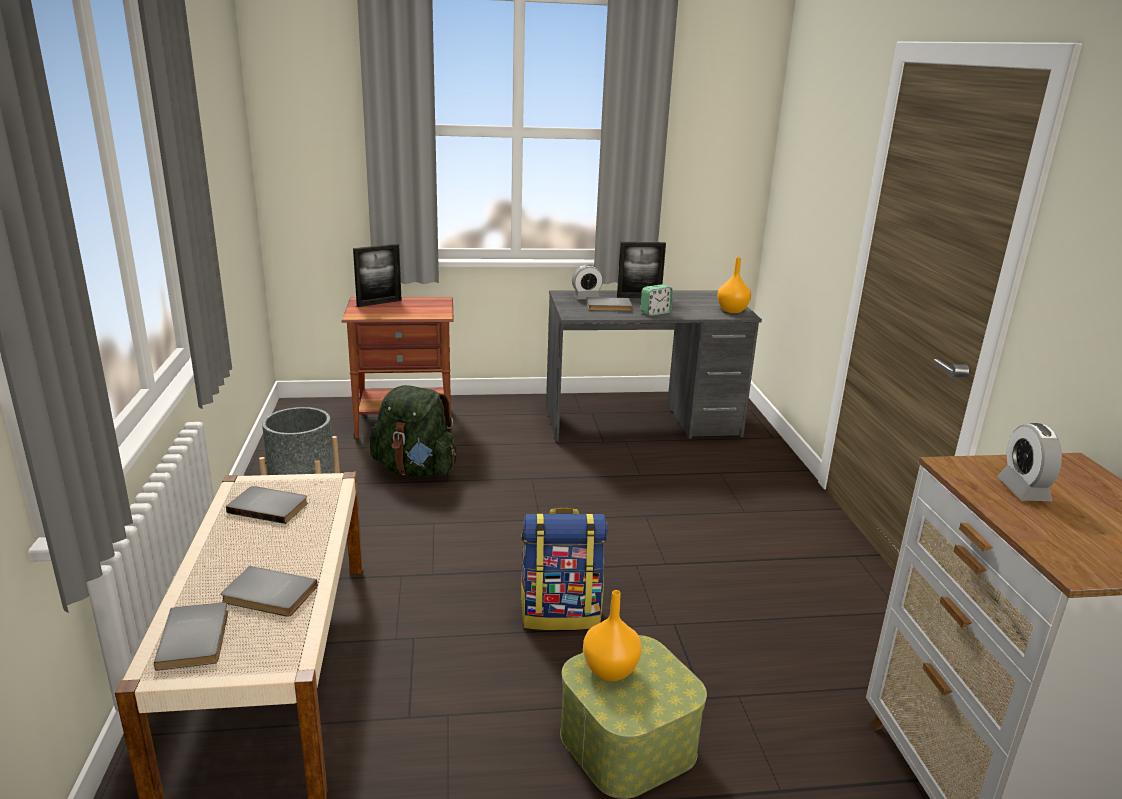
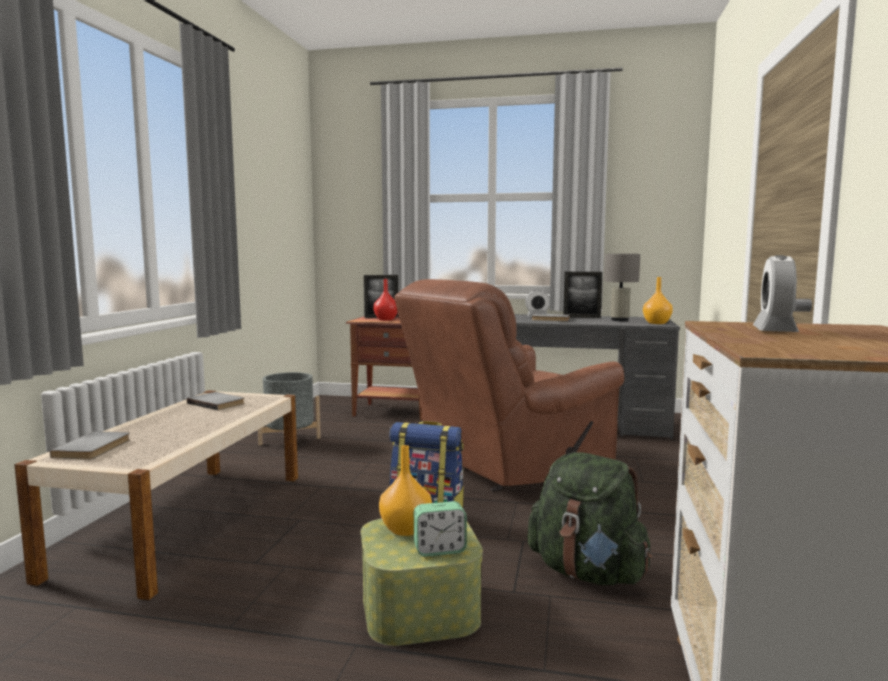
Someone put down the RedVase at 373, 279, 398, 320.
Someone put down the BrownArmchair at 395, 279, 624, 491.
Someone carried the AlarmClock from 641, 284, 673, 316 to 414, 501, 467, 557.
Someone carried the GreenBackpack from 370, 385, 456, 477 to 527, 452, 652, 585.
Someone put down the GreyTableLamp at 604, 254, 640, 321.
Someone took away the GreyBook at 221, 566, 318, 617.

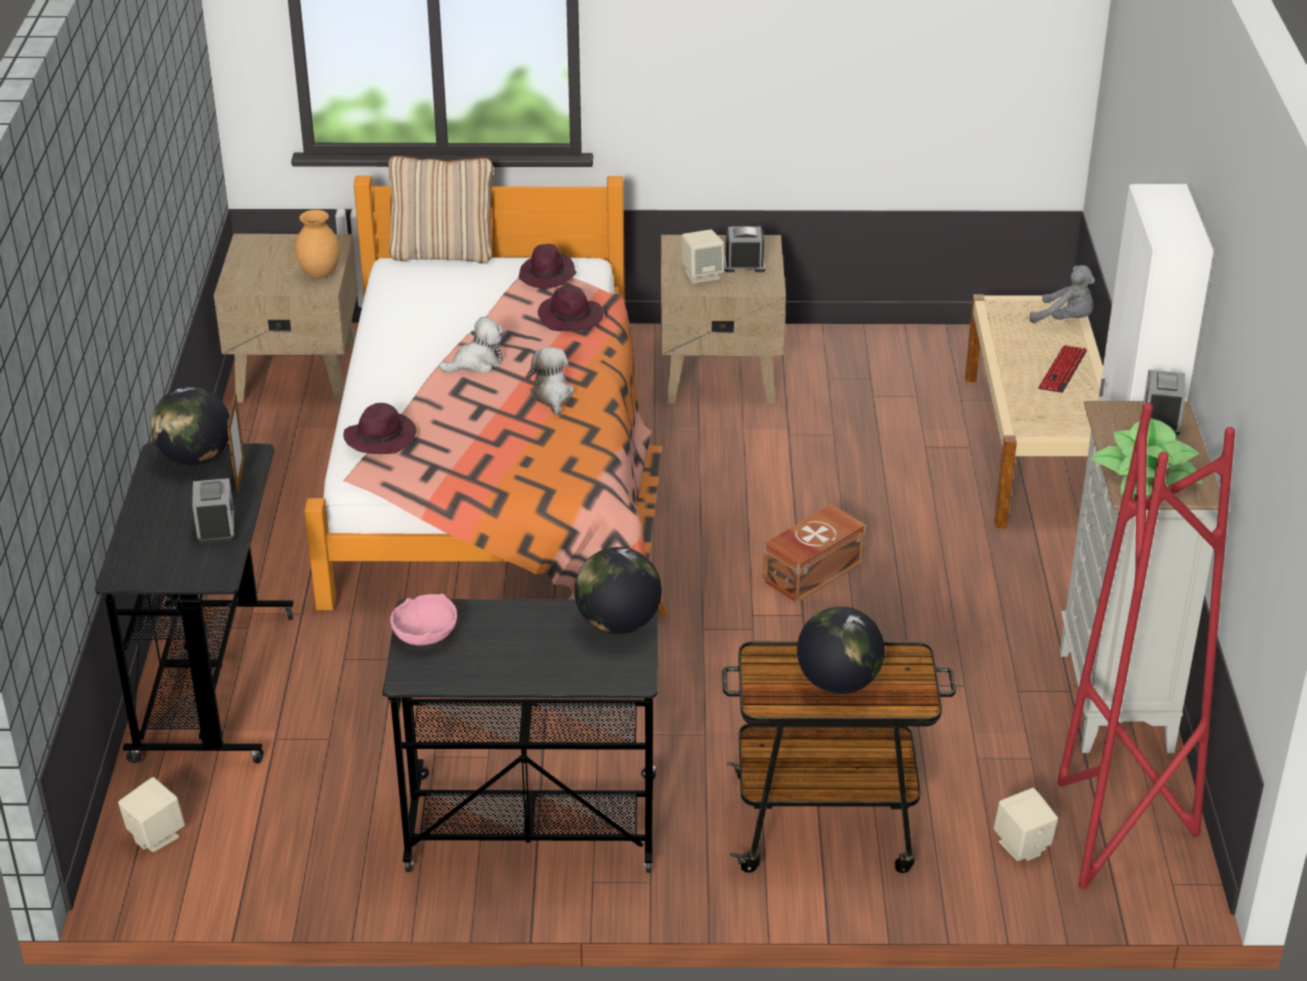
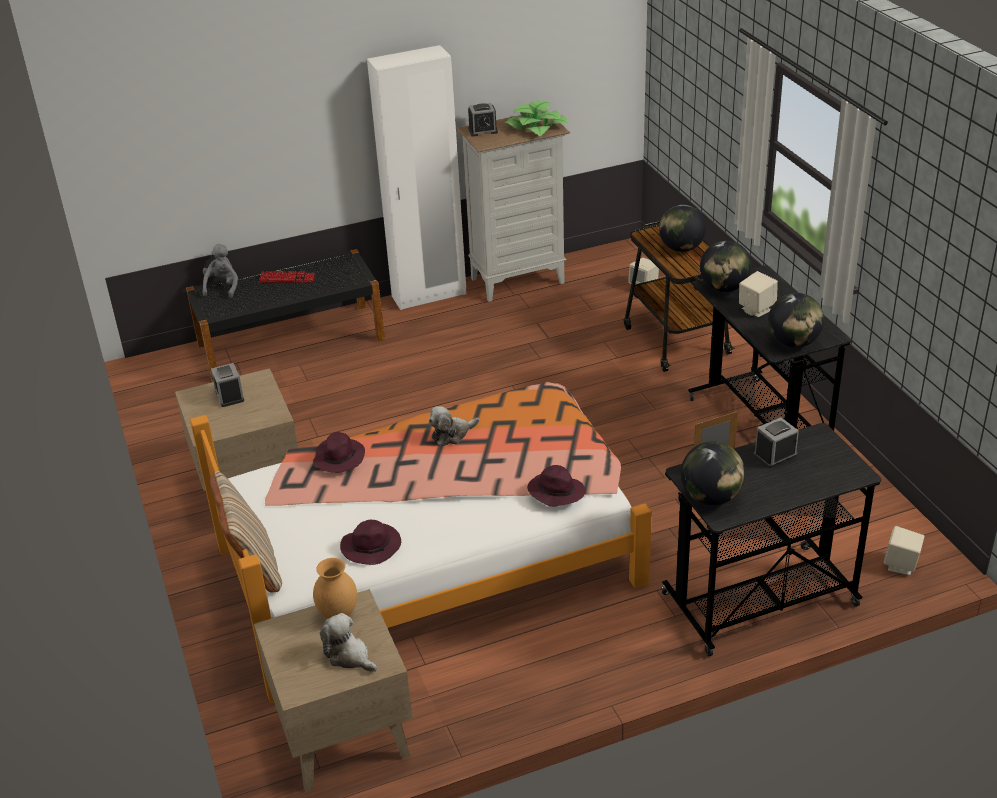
Someone repainted the BeigeBench at 965, 295, 1103, 528, which became the BlackBench at 186, 249, 385, 382.
Someone carried the PlushToy from 439, 317, 504, 373 to 320, 613, 377, 672.
Someone carried the PurpleHat from 519, 244, 577, 288 to 340, 520, 401, 565.
Someone carried the BeigeSpeaker from 682, 229, 724, 283 to 739, 271, 778, 317.
Someone swapped the PinkBowl at 390, 594, 457, 645 for the Globe at 768, 293, 824, 348.
Someone took away the BrownStorageBox at 763, 504, 866, 603.
Someone took away the RedClothesRack at 1057, 403, 1235, 889.

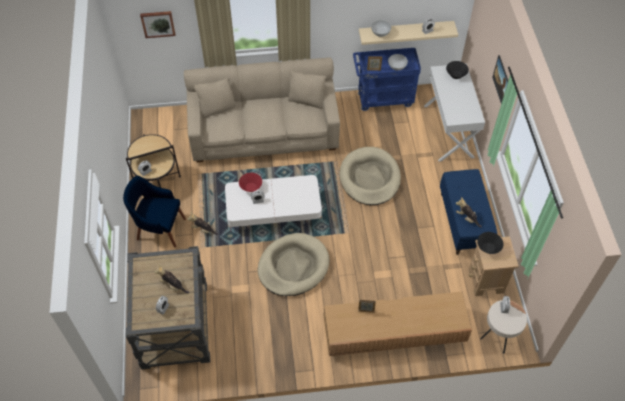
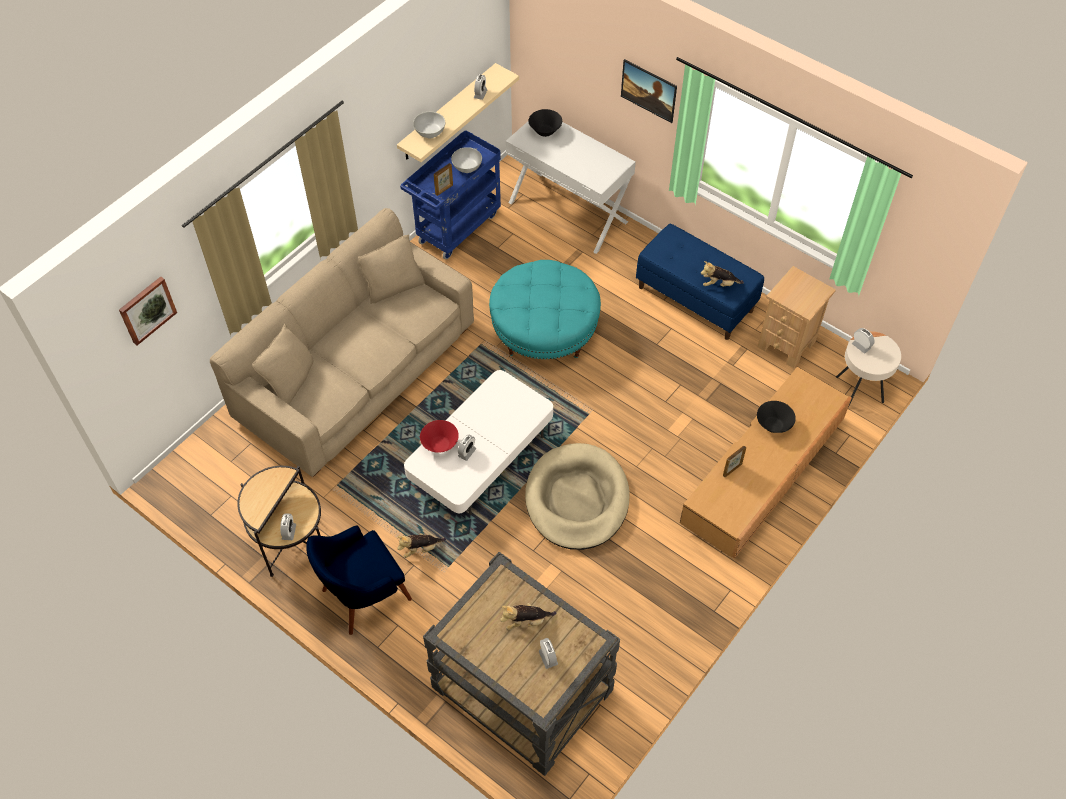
Someone swapped the BeigeDogBed at 340, 147, 401, 205 for the TurquoiseOttoman at 489, 260, 601, 359.
Someone carried the BlackBowl from 477, 232, 503, 254 to 757, 401, 796, 433.

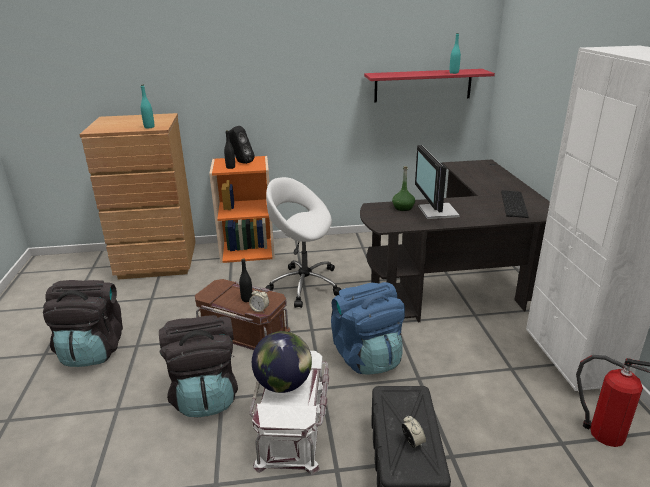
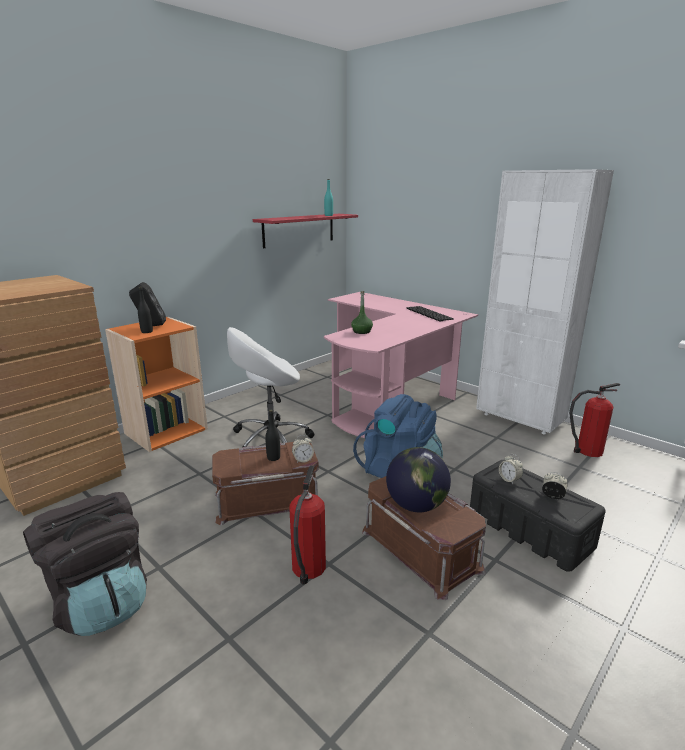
Someone swapped the BlackBackpack at 159, 315, 238, 417 for the FireExtinguisher at 290, 465, 326, 585.
Someone repainted the BlackDesk at 360, 159, 550, 322, which became the PinkDesk at 324, 292, 478, 438.
Someone repainted the WhiteStorageBox at 250, 351, 329, 475, which became the BrownStorageBox at 362, 476, 486, 600.
Someone put down the AlarmClock at 499, 454, 523, 484.
Someone took away the TurquoiseBottle at 141, 85, 155, 128.
Someone took away the Monitor at 415, 145, 460, 219.

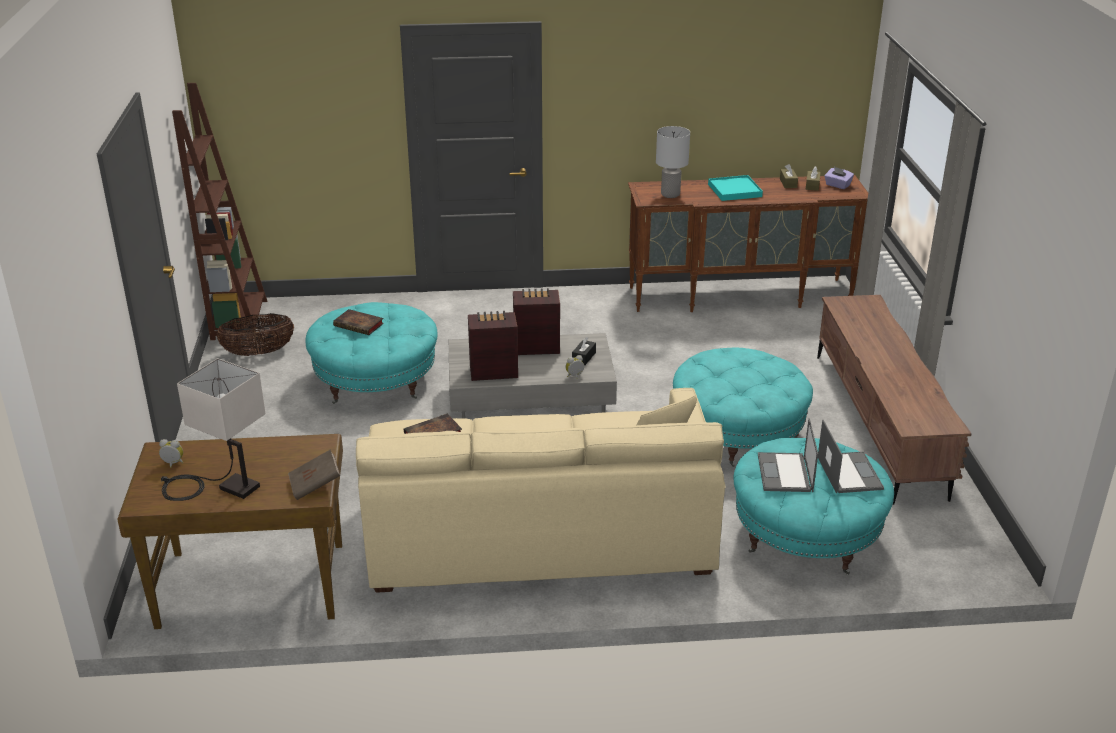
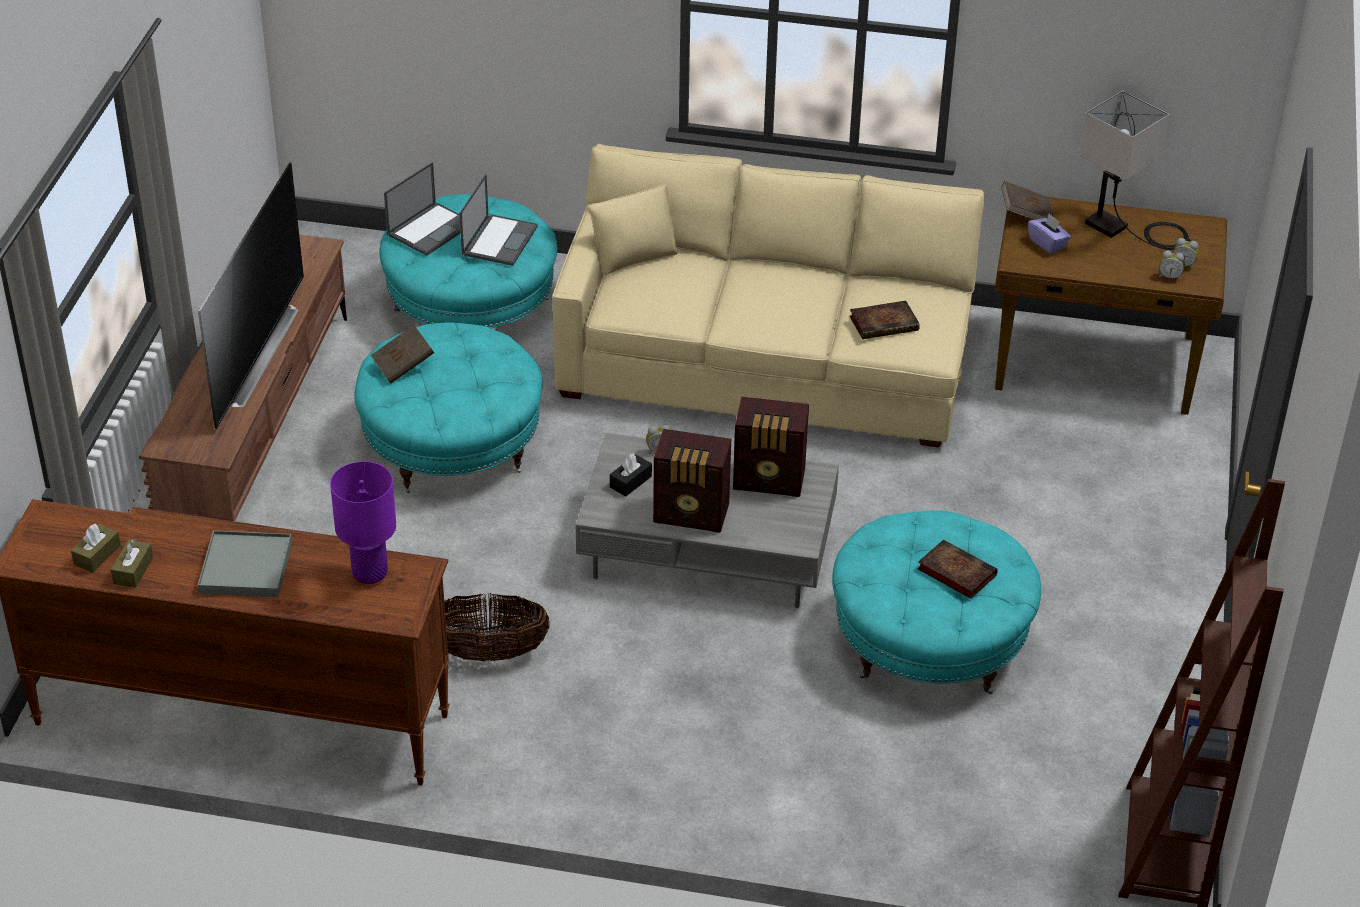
Someone put down the Television at 198, 162, 304, 430.
Someone repainted the TurquoiseTray at 708, 175, 763, 201, which became the GreyTray at 198, 530, 292, 597.
Someone repainted the GreyTableLamp at 656, 126, 690, 198, which became the PurpleTableLamp at 330, 461, 396, 584.
Someone put down the BrownBook at 370, 325, 434, 384.
Someone rotated the Laptop at 818, 420, 884, 493 by 150 degrees counterclockwise.
Someone carried the Basket from 217, 313, 294, 356 to 444, 593, 550, 662.
Someone carried the PurpleTissueBox from 824, 167, 854, 189 to 1028, 214, 1071, 254.
Someone put down the AlarmClock at 1159, 250, 1185, 281.

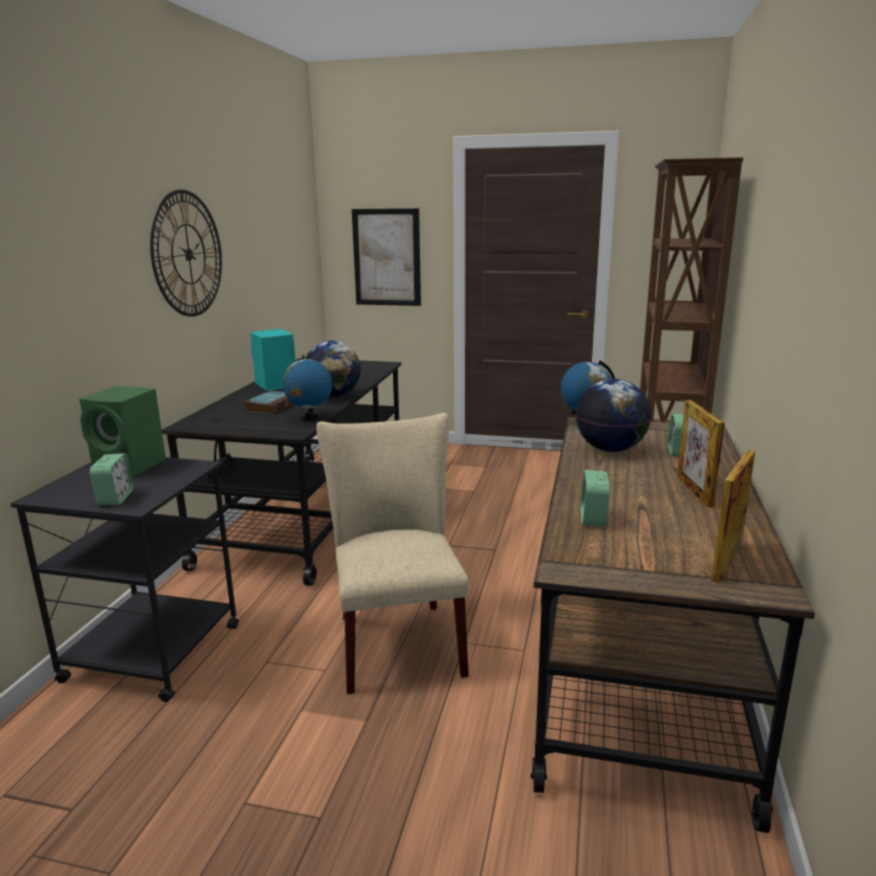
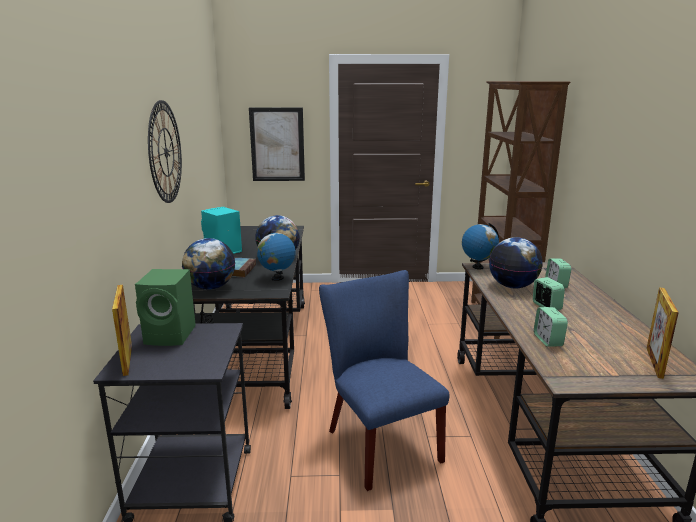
Someone carried the PictureFrame from 677, 400, 725, 507 to 112, 285, 132, 376.
Someone put down the Globe at 182, 238, 235, 290.
Someone repainted the BeigeChair at 316, 413, 469, 694, which became the BlueChair at 319, 270, 450, 491.
Someone carried the AlarmClock from 90, 453, 134, 506 to 533, 277, 565, 310.

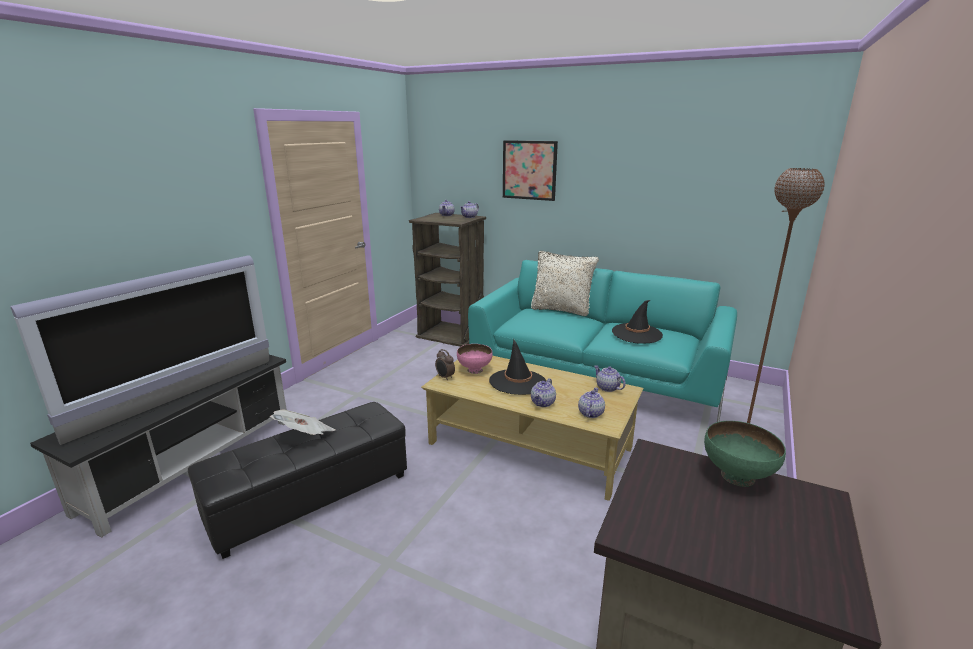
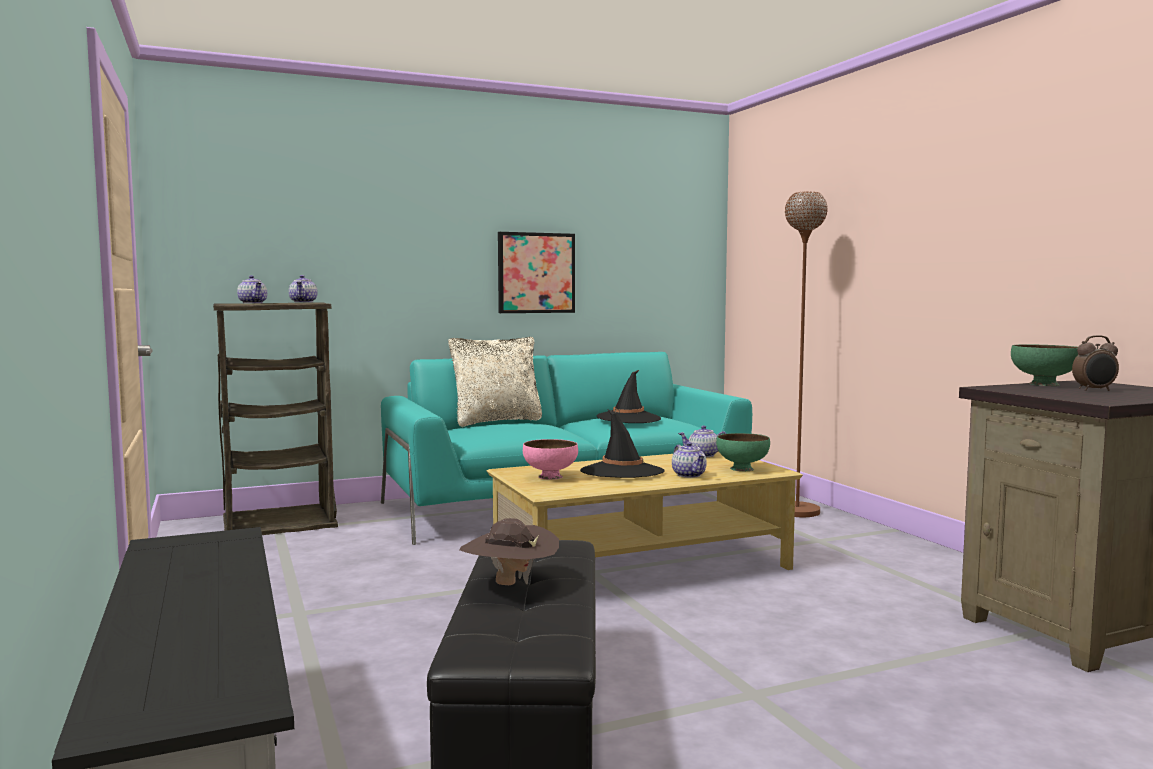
Someone swapped the Newspaper at 270, 410, 336, 435 for the BrownHat at 459, 518, 559, 585.
Someone carried the Picture from 503, 140, 558, 201 to 498, 232, 575, 313.
Someone swapped the Teapot at 578, 387, 605, 418 for the GreenBowl at 716, 433, 770, 471.
Someone carried the AlarmClock from 435, 349, 455, 381 to 1072, 335, 1119, 391.
Someone took away the Television at 10, 255, 269, 445.

